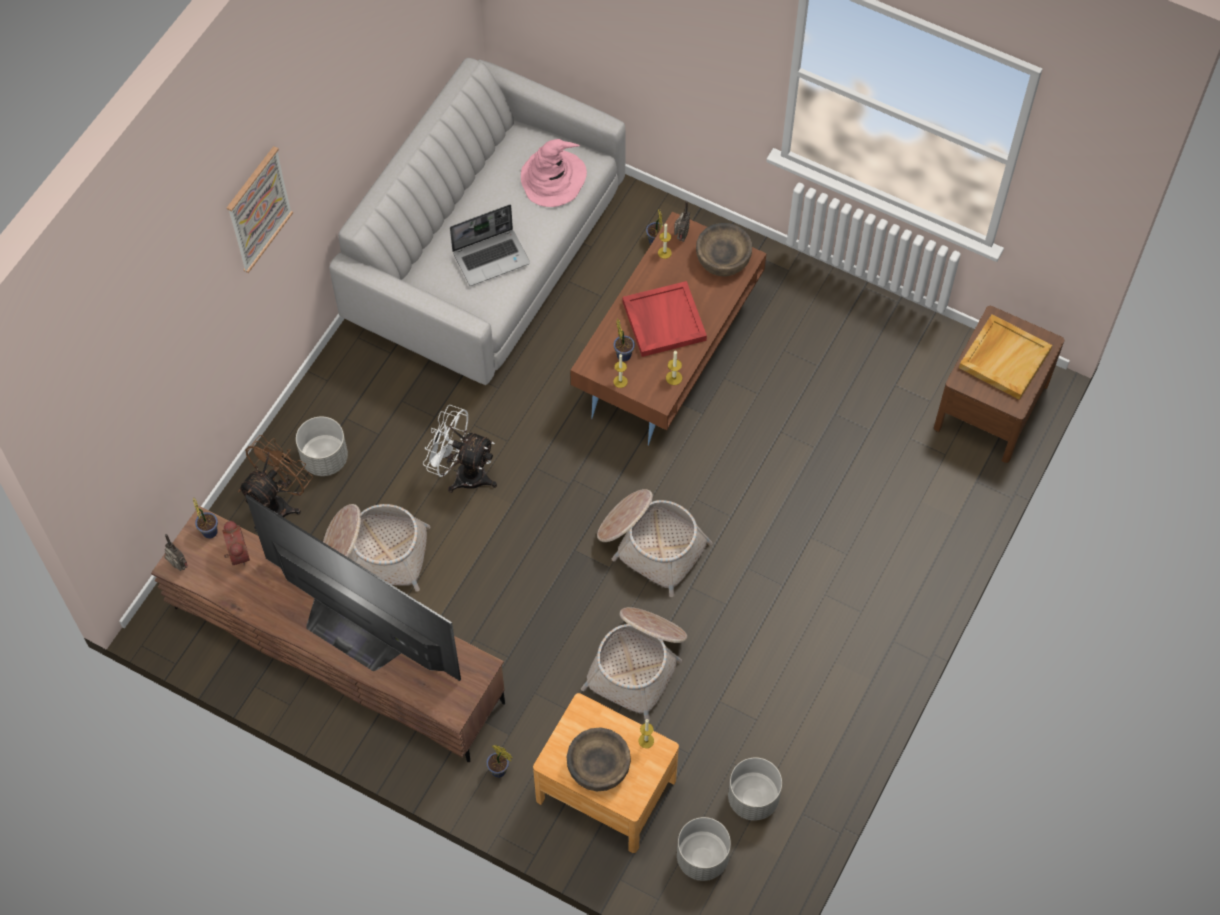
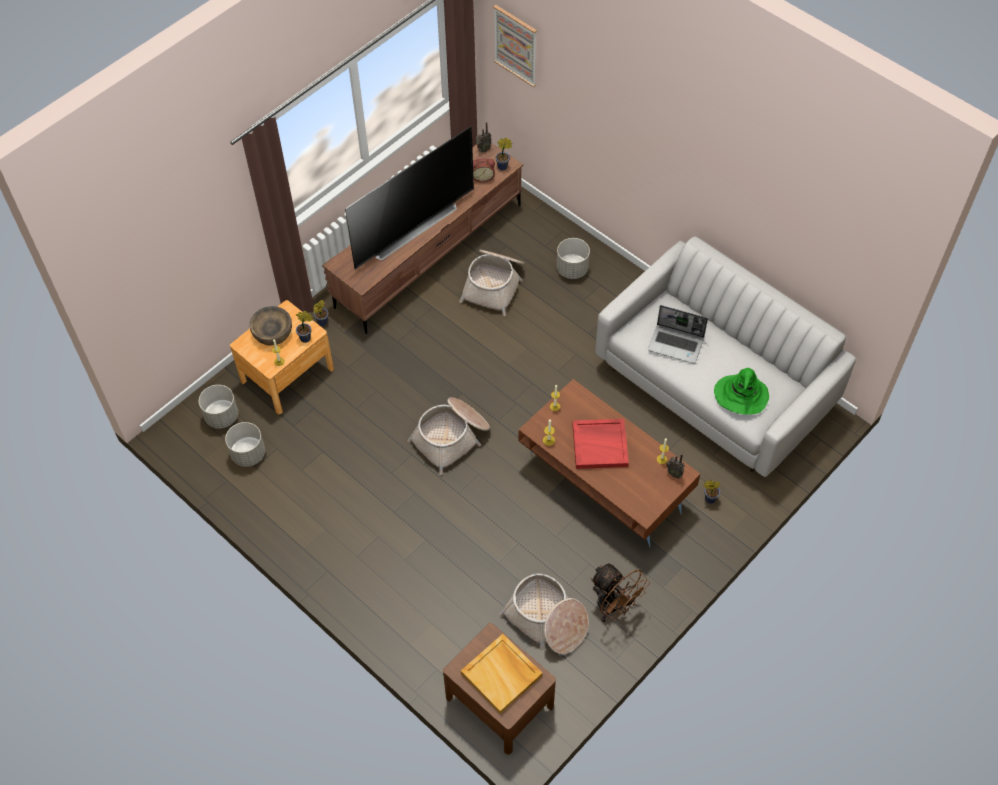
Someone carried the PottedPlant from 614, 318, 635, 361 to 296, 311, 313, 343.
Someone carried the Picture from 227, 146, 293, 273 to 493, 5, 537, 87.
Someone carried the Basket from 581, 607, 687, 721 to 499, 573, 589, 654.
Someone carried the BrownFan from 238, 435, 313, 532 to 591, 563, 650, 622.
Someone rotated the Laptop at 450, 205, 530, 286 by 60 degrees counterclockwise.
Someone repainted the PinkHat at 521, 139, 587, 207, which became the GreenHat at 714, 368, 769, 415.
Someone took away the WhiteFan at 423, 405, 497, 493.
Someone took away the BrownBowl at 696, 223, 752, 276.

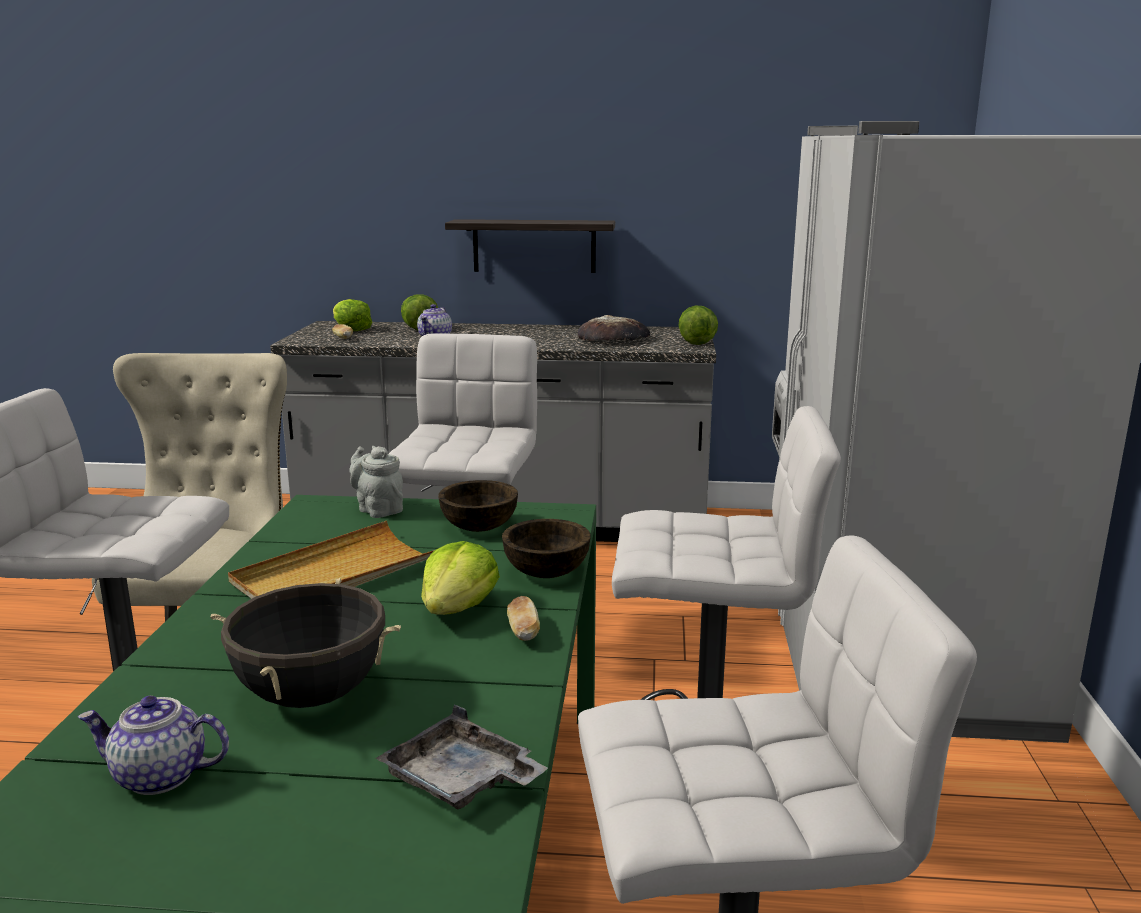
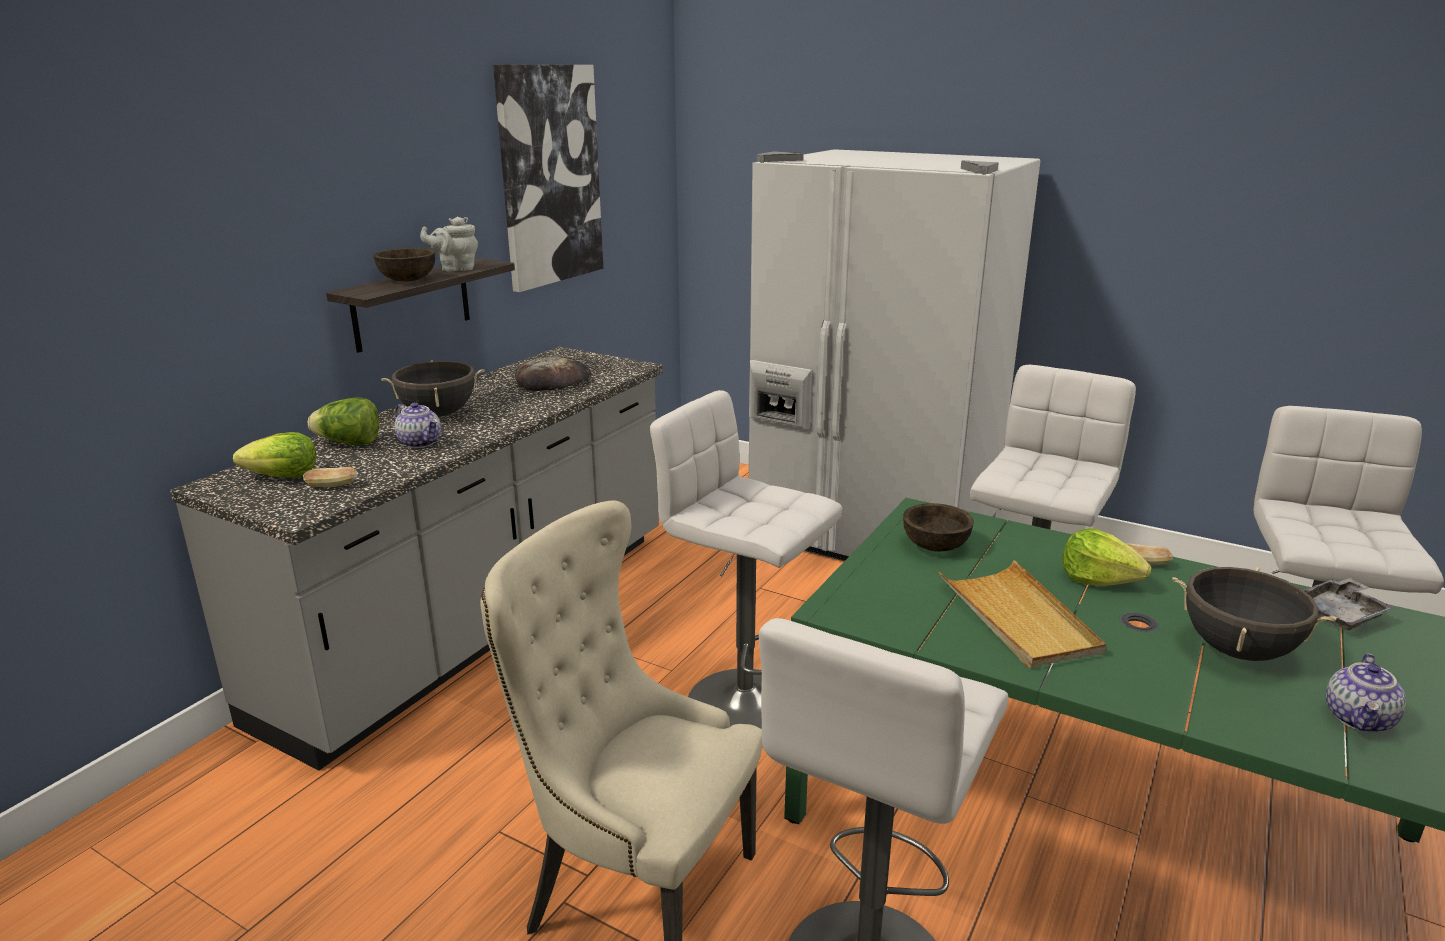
Someone carried the BrownBowl from 502, 519, 591, 578 to 373, 248, 435, 282.
Someone put down the BlackCookingPot at 381, 360, 485, 417.
Someone carried the GreyTeapot from 349, 446, 403, 518 to 420, 217, 478, 272.
Someone put up the Picture at 493, 65, 603, 292.
Someone took away the Lettuce at 679, 305, 718, 345.

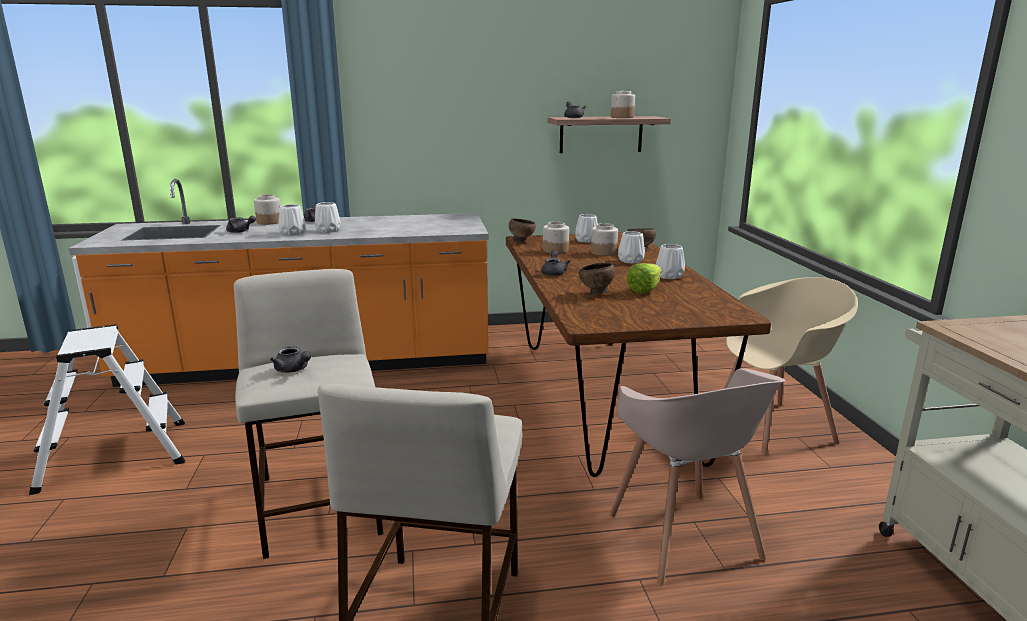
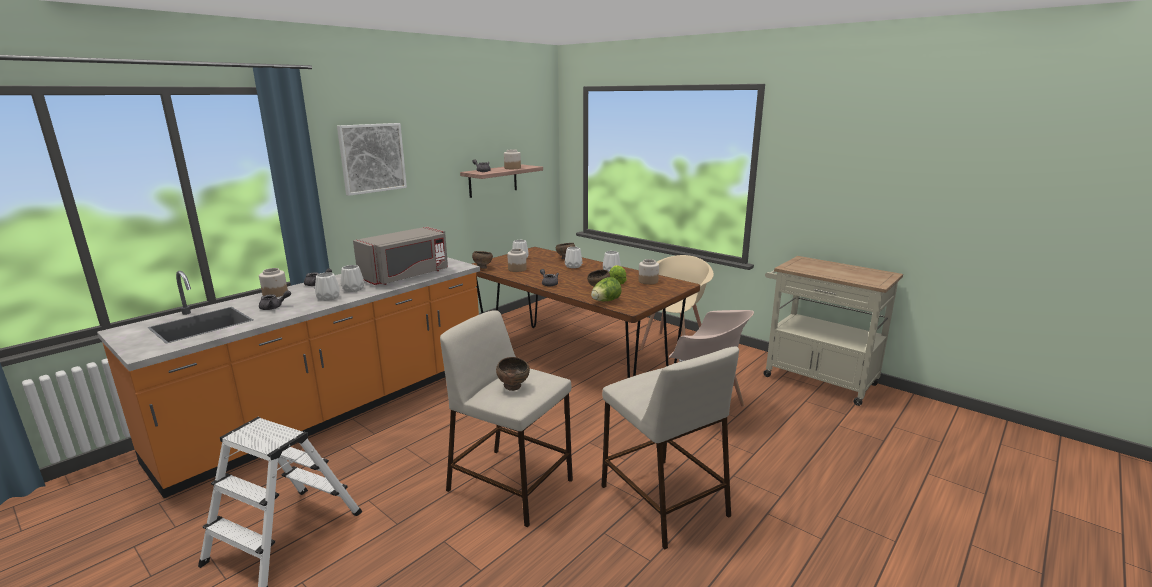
Someone put up the Picture at 337, 123, 407, 196.
Someone put down the GreyMicrowave at 353, 227, 448, 285.
Someone swapped the GreyTeapot at 270, 346, 311, 373 for the BrownBowl at 496, 357, 530, 391.
Someone put down the Lettuce at 591, 277, 622, 301.
Someone carried the Jar from 591, 223, 618, 256 to 639, 259, 659, 285.

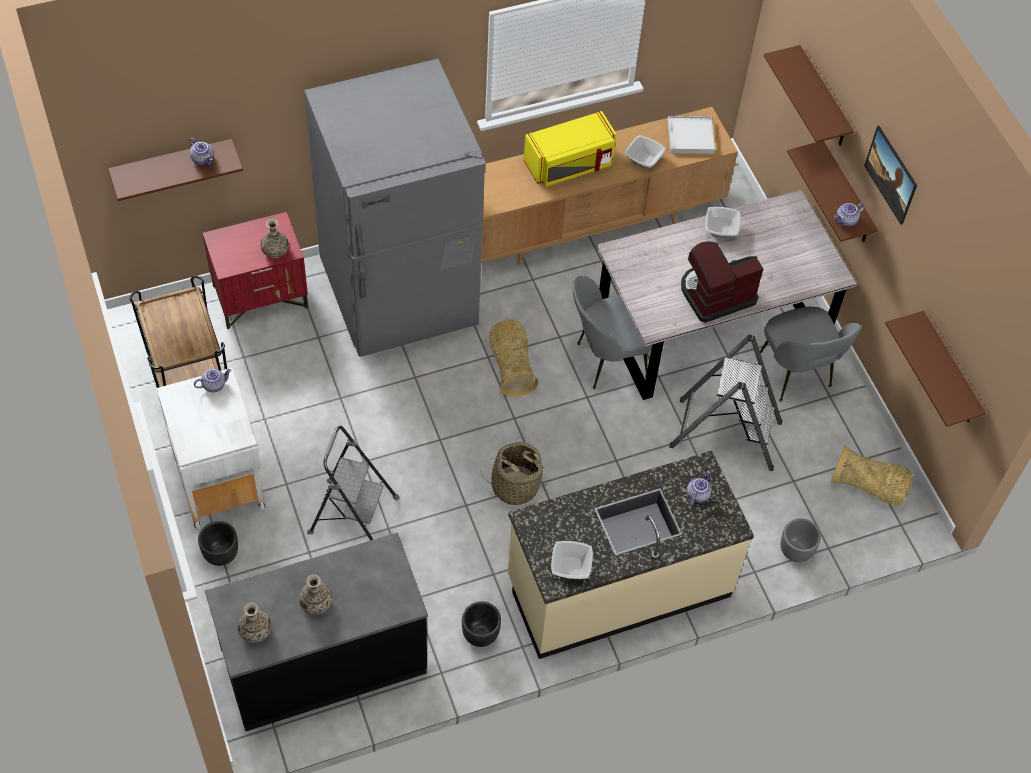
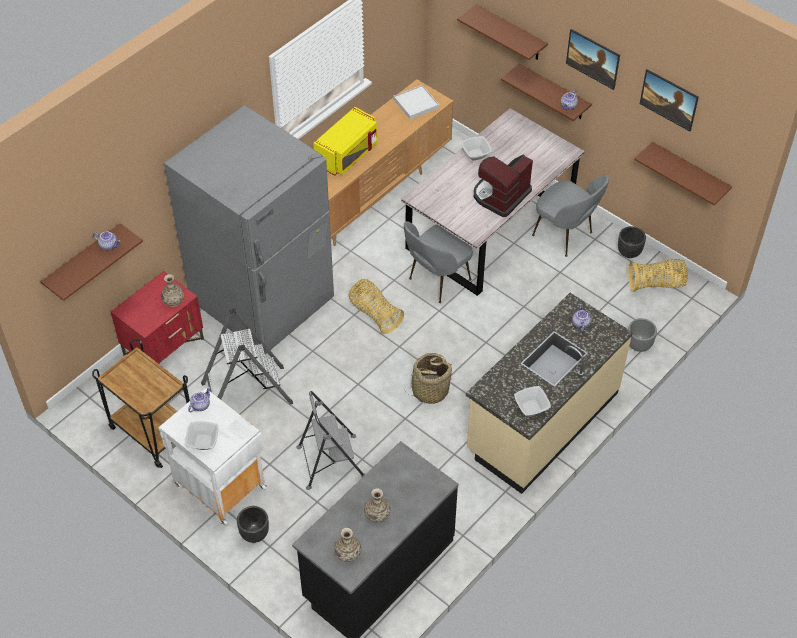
Someone carried the Bowl from 625, 135, 666, 169 to 185, 421, 219, 450.
Someone carried the GreyStepLadder from 669, 334, 782, 471 to 201, 308, 293, 404.
Someone carried the BlackPlanter from 462, 601, 501, 647 to 618, 226, 646, 258.
Someone put up the Picture at 640, 69, 699, 131.

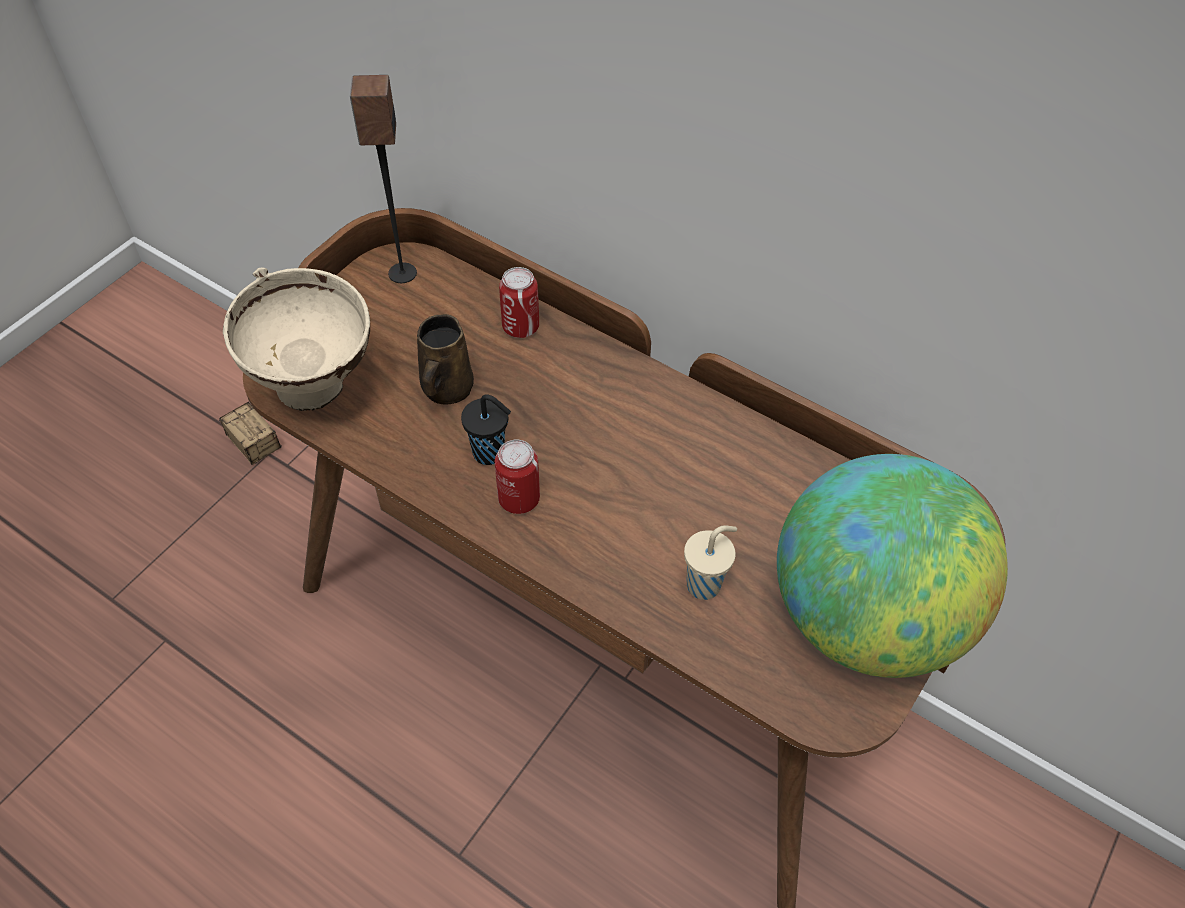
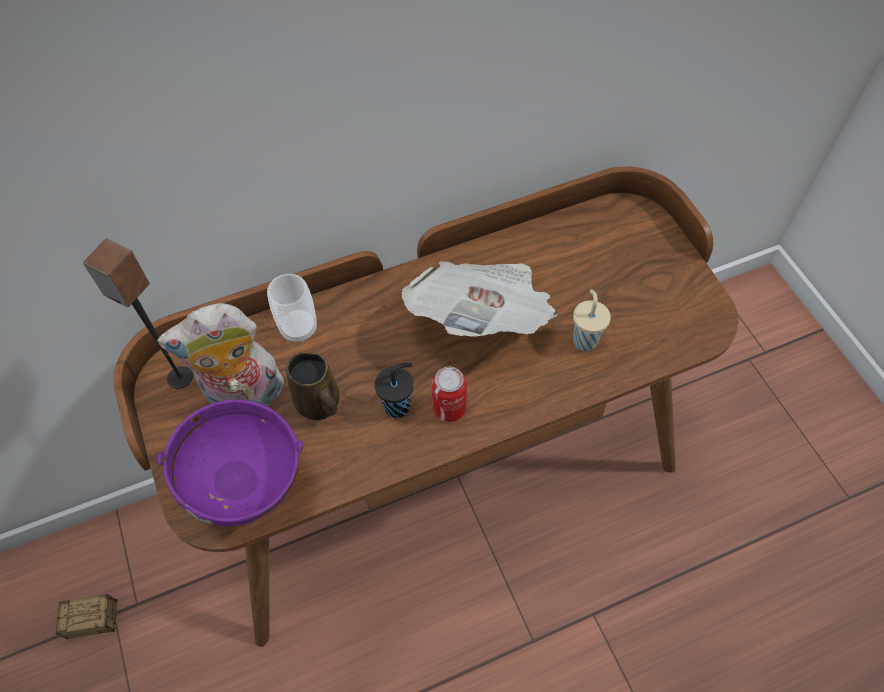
Someone put down the PlushToy at 157, 303, 284, 406.
Someone repainted the BeigeBowl at 223, 268, 370, 411, which became the PurpleBowl at 157, 400, 304, 526.
Someone swapped the Can at 499, 267, 539, 338 for the Cup at 267, 274, 317, 342.
Someone put down the Newspaper at 401, 261, 557, 336.
Someone took away the Globe at 777, 454, 1008, 678.

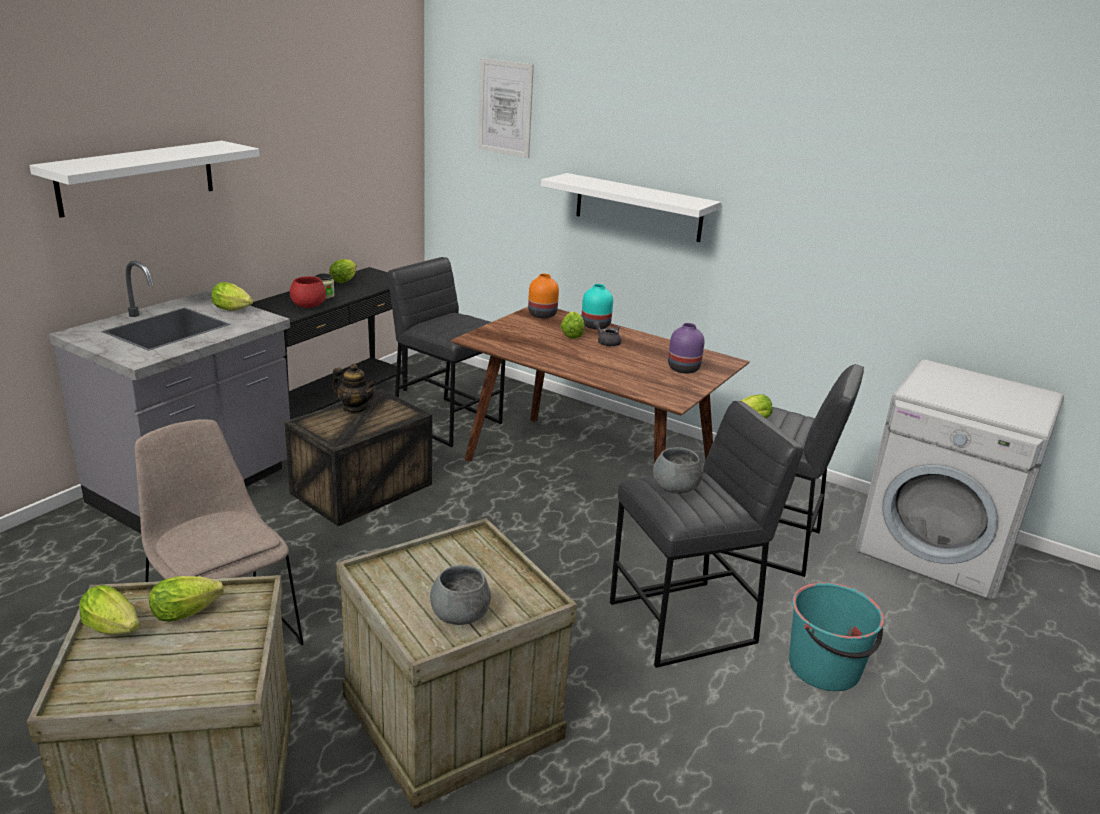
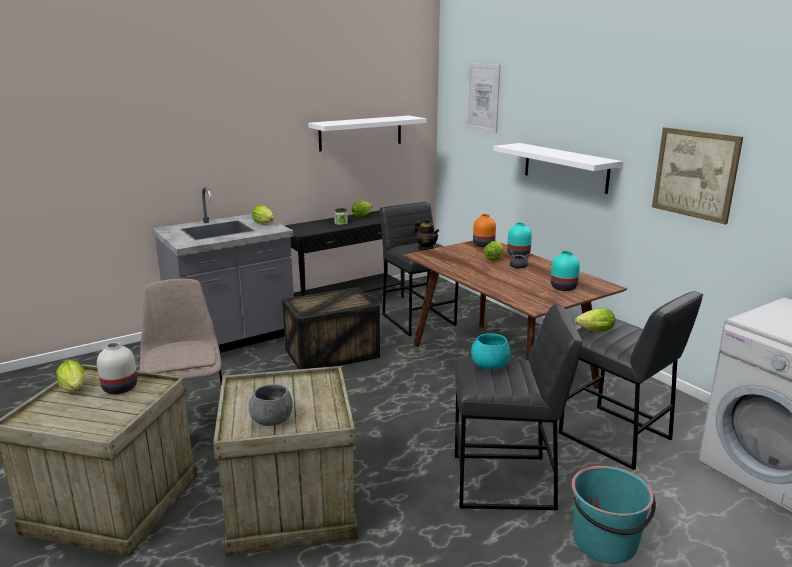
Someone swapped the Lettuce at 149, 576, 224, 622 for the WhiteVase at 97, 342, 137, 394.
Someone carried the WhiteShelf from 29, 141, 260, 218 to 308, 115, 427, 152.
Someone carried the Teapot from 332, 364, 377, 413 to 414, 218, 439, 250.
Someone repainted the GreyBowl at 653, 447, 703, 494, which became the TurquoiseBowl at 471, 333, 511, 370.
Someone repainted the PurpleVase at 668, 323, 705, 373, which became the TurquoiseVase at 551, 251, 580, 291.
Someone put up the Picture at 652, 127, 743, 225.
Someone took away the RedBowl at 290, 276, 326, 308.

